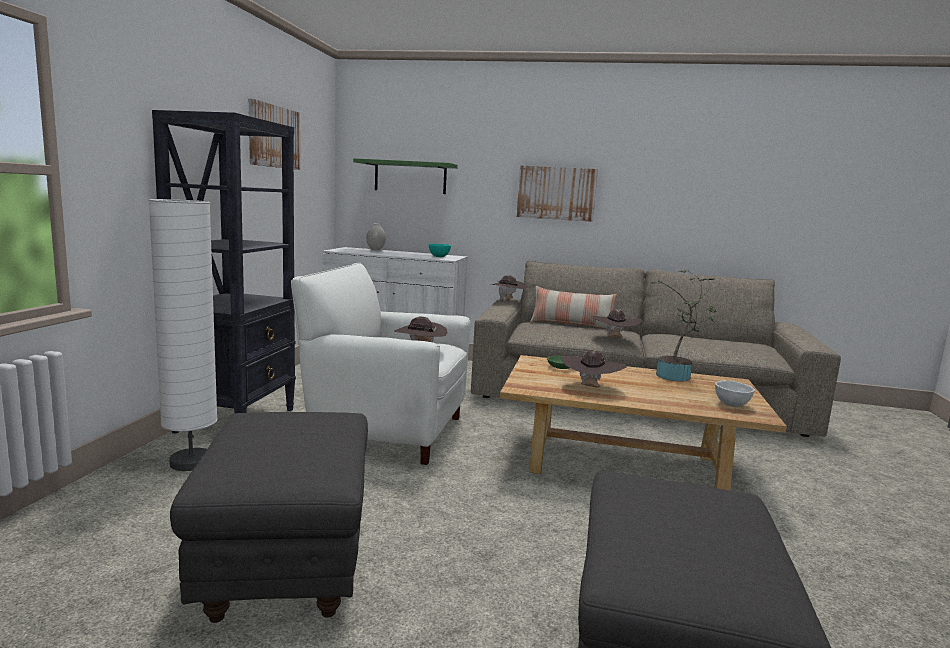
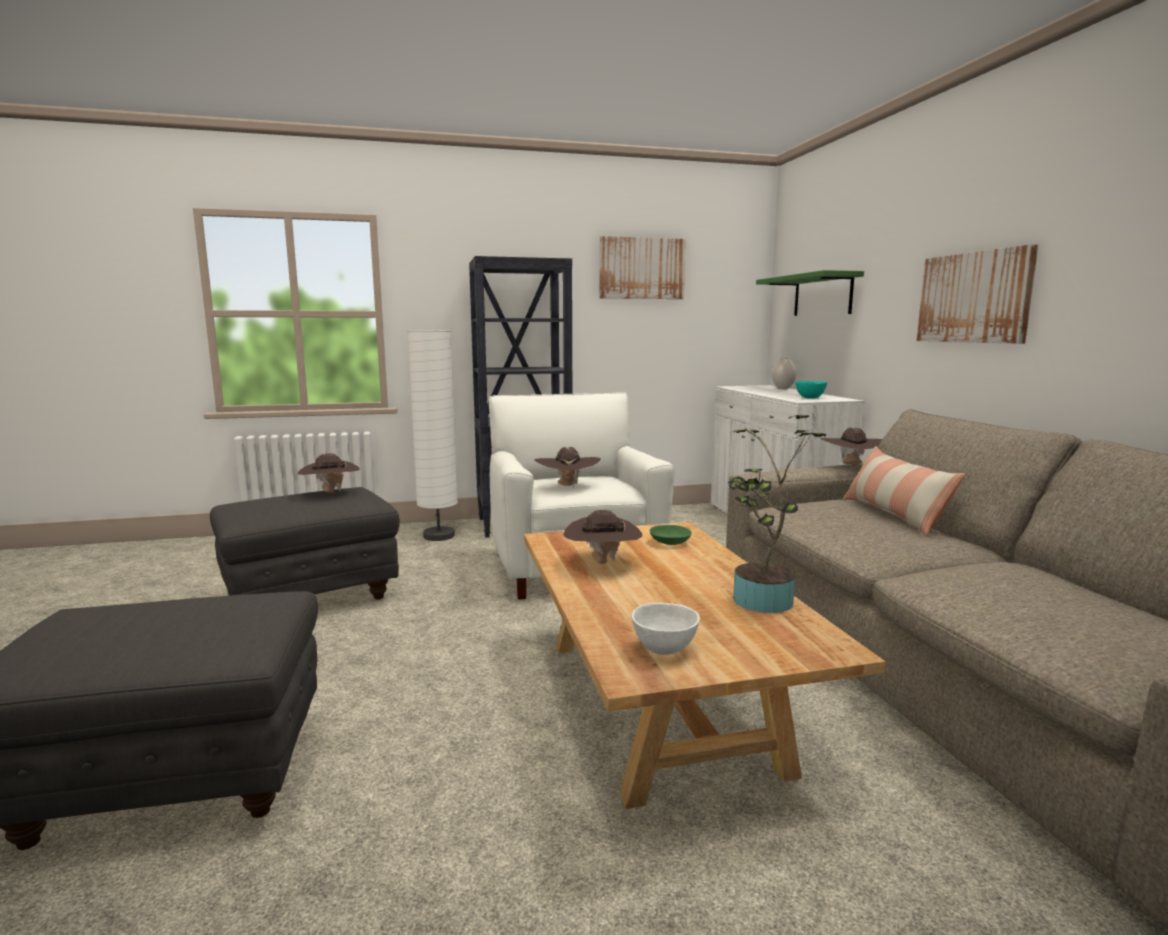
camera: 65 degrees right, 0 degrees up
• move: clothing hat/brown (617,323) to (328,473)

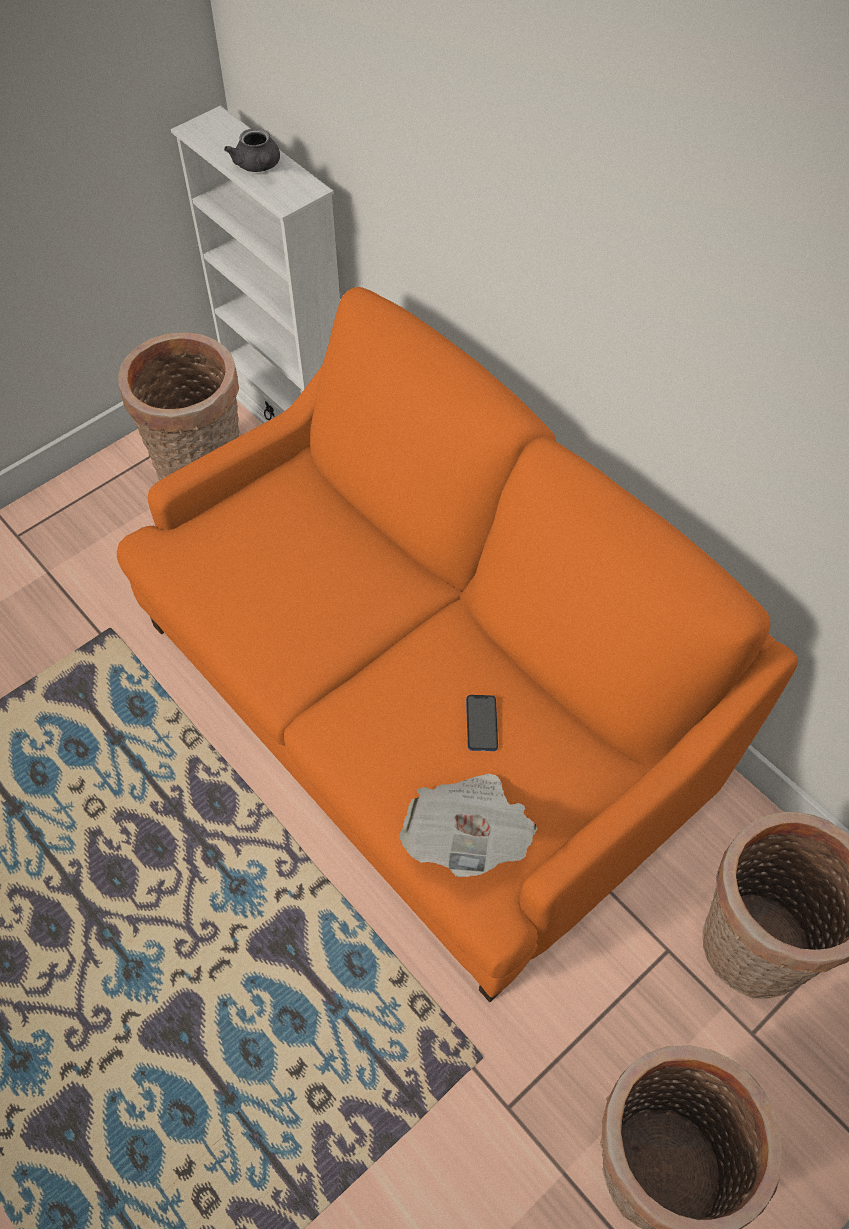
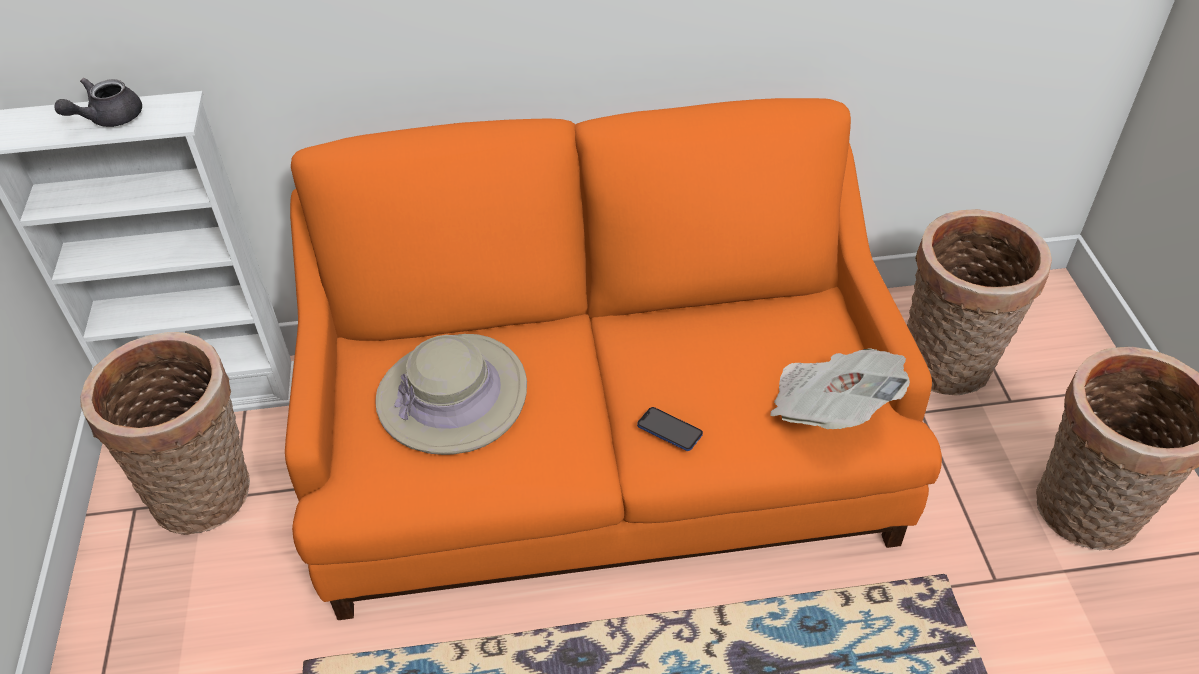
camera: 55 degrees left, 10 degrees down
• insert: clothing hat/sand-coloured (451,394)
• move: phone (482,723) to (670,429)
• rotate: pot for tea/grey (252,150) = (98,102) 120 degrees clockwise

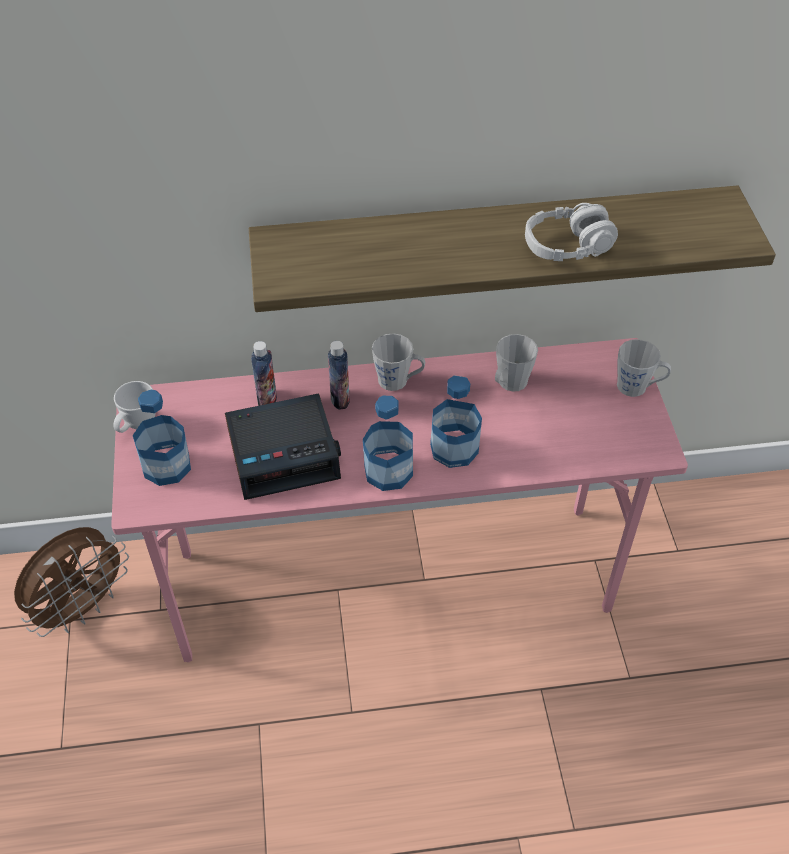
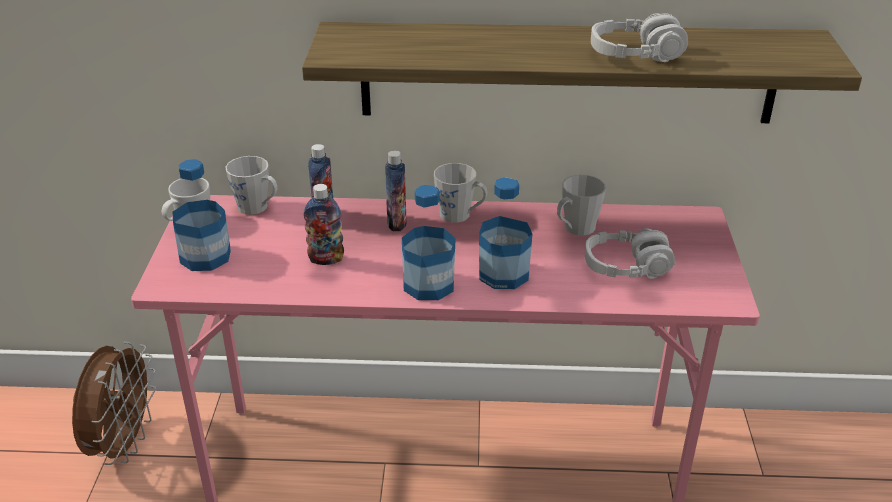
camera: 10 degrees right, 15 degrees down
• insert: headset/grey (630,253)
• move: tea mug/grey (644,368) to (251,185)
• replace: alarm clock (283,446) to bottle (323,224)
• rotate: cooling fan/brown (71,582) = (114,403) 45 degrees counterclockwise

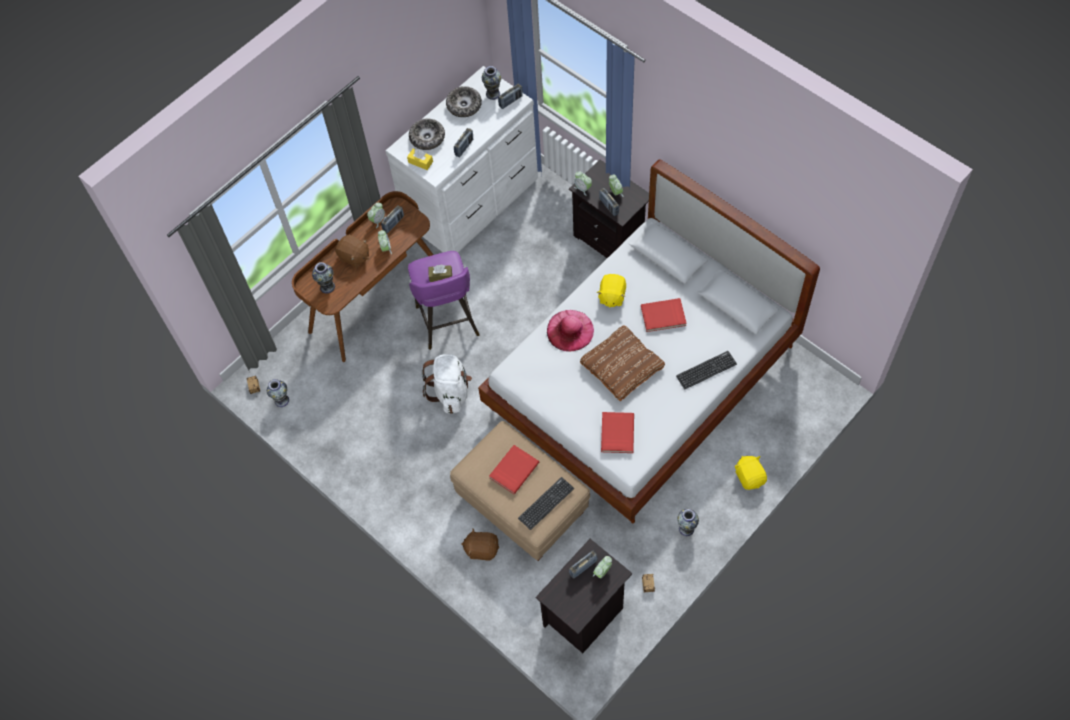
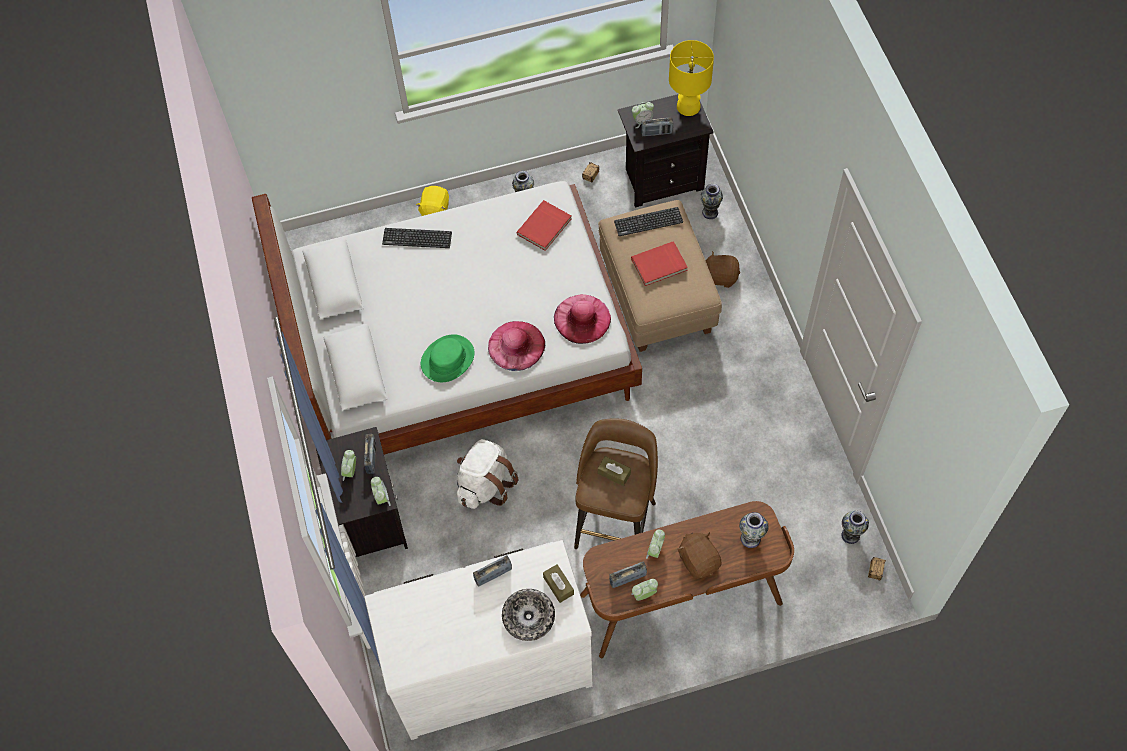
camera: 150 degrees left, 0 degrees up
• delete: bowl (464,101)
• delete: radio set (510,96)
• delete: cushion/brown (622,363)
• delete: volume/red (664,315)
• insert: clothing hat/pink-coloured (582,319)
• insert: table lamp/yellowish (691,78)
• move: rucksack/white (447,384) to (487,474)
• move: decorative vase (492,83) to (711,201)
• replace: plush toy/yellowish (611,291) to clothing hat/greenish (448,358)
• recolor: tissue holder/yellowish (420,159) to tissue holder/brown (558,583)
• recolor: stool/purplish (444,300) to stool/brown (616,483)
• rotate: plush toy/brown (480,544) = (723,269) 150 degrees clockwise

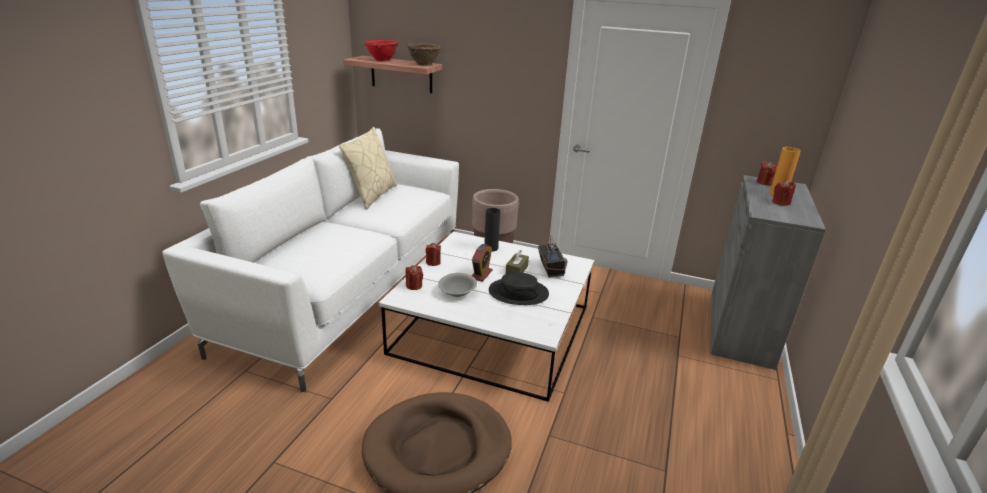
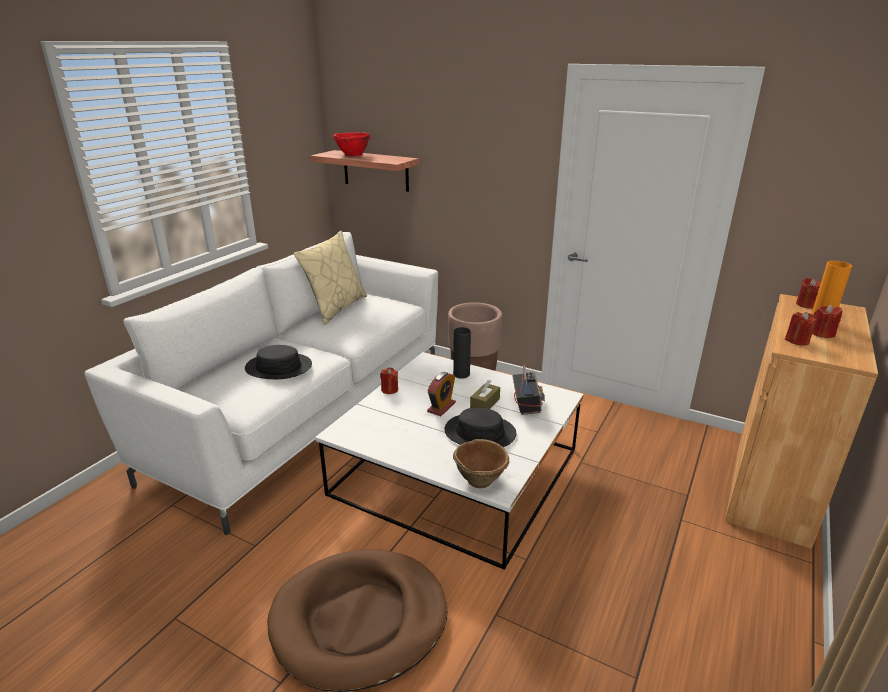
camera: 10 degrees right, 0 degrees up
• delete: bowl/grey (457,285)
• insert: clothing hat/blackish (278,362)
• move: wax light/red (414,277) to (801,329)
• move: bowl/brown (424,54) to (481,463)
• recolor: cupboard/grey (768,272) to cupboard/brown (801,421)

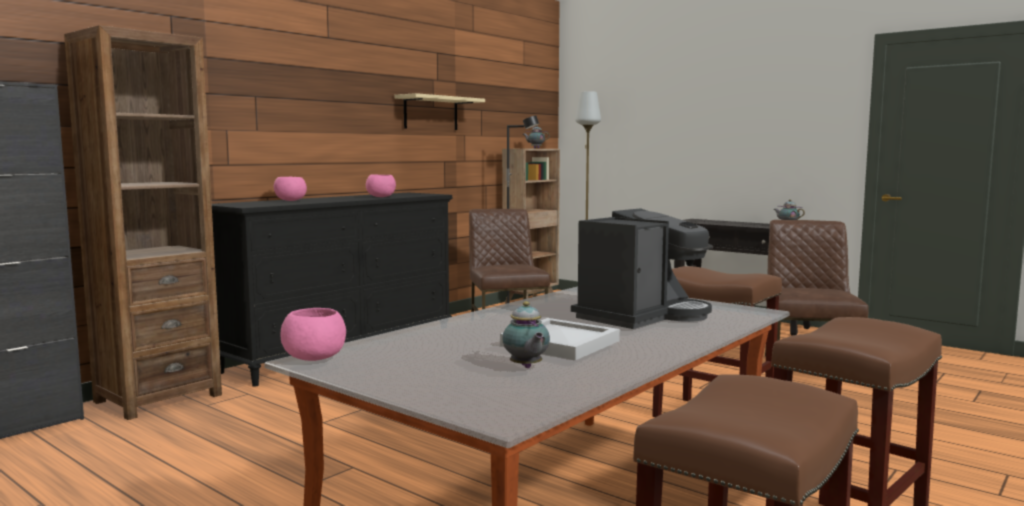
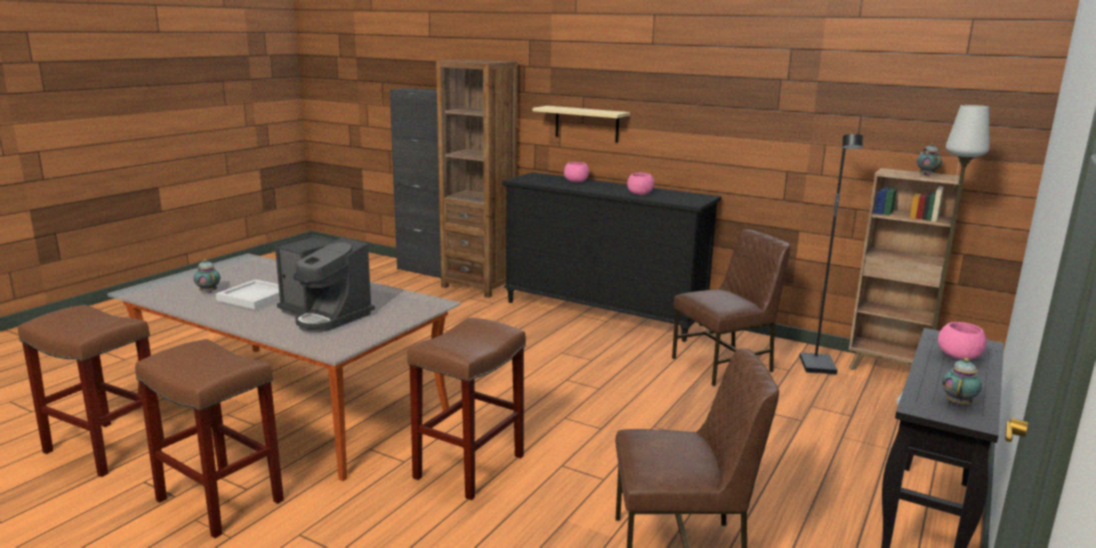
camera: 80 degrees right, 10 degrees up
• move: bowl/pink-coloured (313,334) to (962,341)
• move: bracket shelf/sand-coloured (439,111) to (581,124)
• rotate: pot for tea (526,334) = (207,276) 75 degrees clockwise

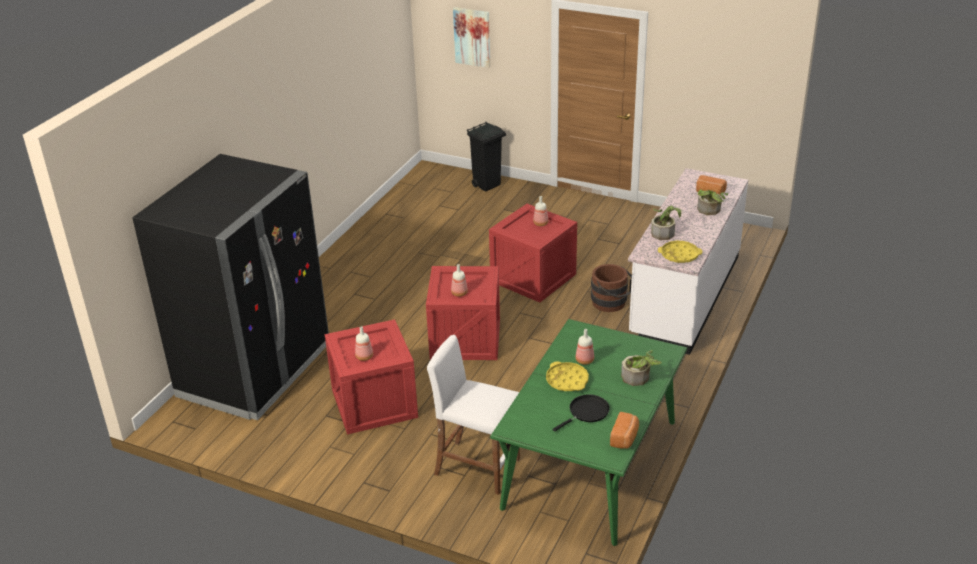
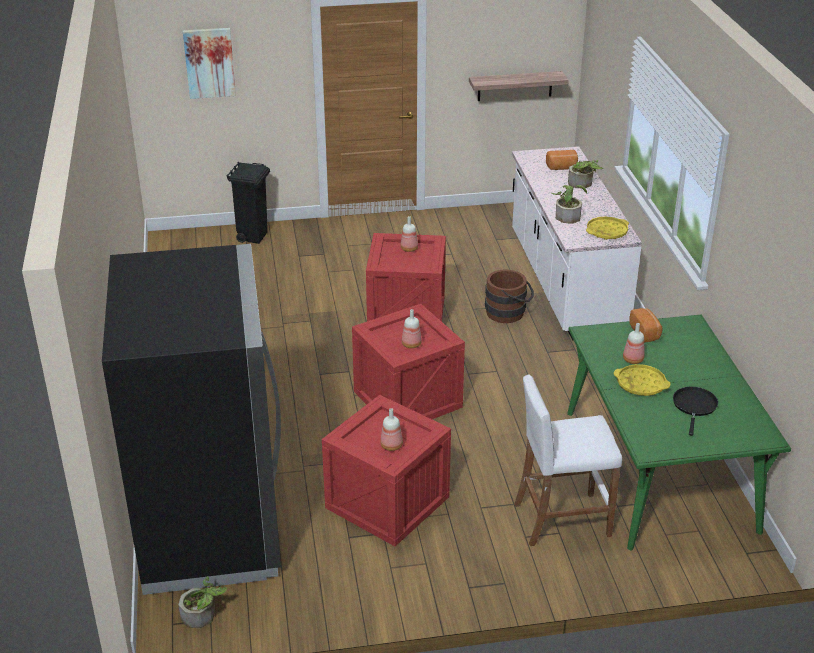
camera: 35 degrees left, 0 degrees up
• insert: bracket shelf (519,86)
• move: bread (624,430) to (646,325)
• move: plant in a pot (641,368) to (202,602)

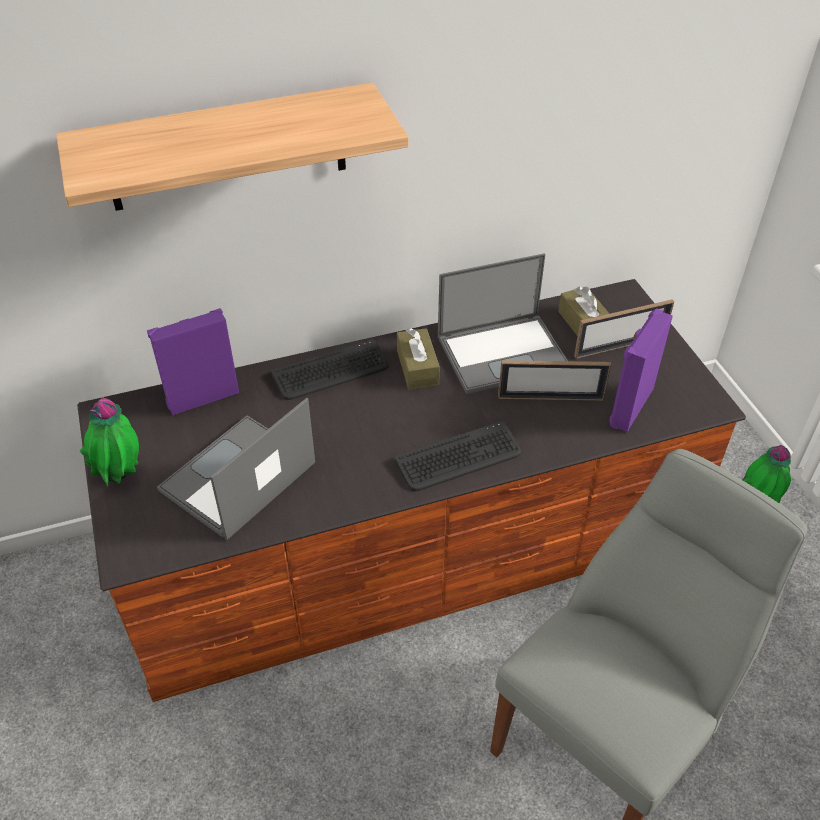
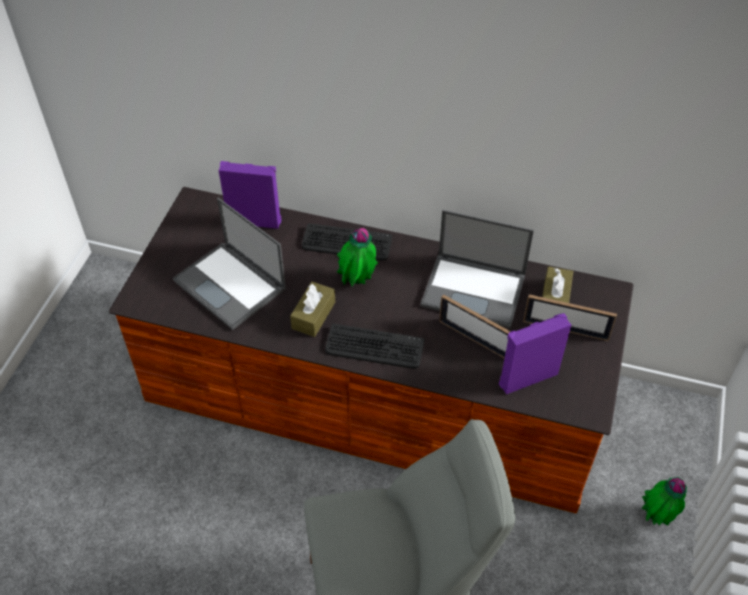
camera: 35 degrees right, 5 degrees up
• delete: bracket shelf (232,147)
• move: plant in a pot (109,442) to (357,257)
• move: tissue holder/brown (418,359) to (312,309)
• rotate: notebook computer (236,469) = (229,264) 120 degrees counterclockwise

